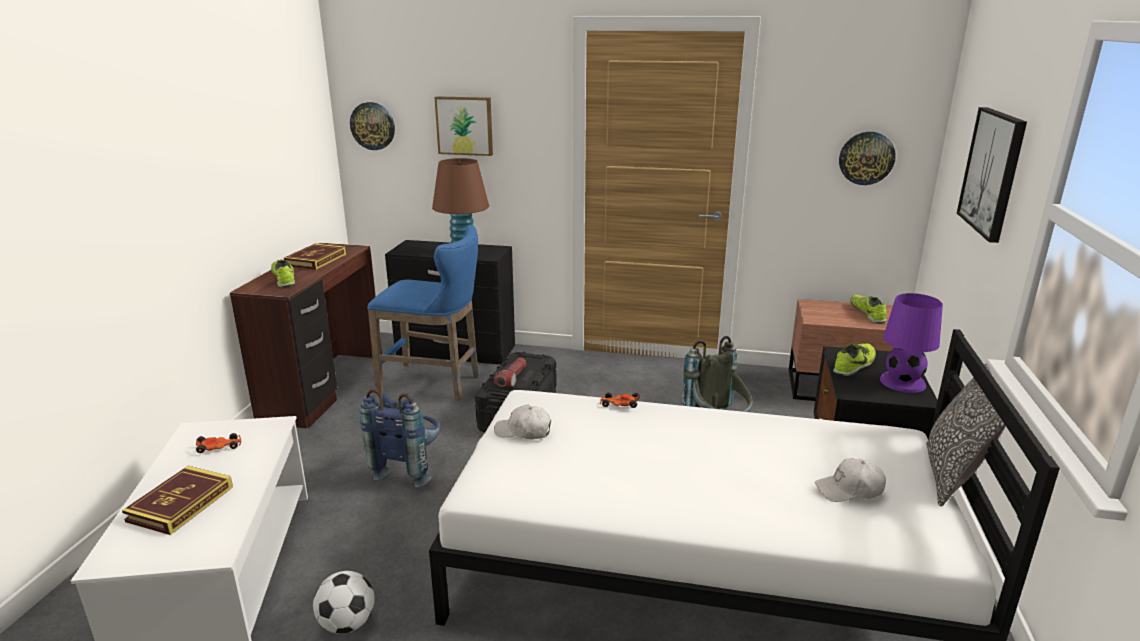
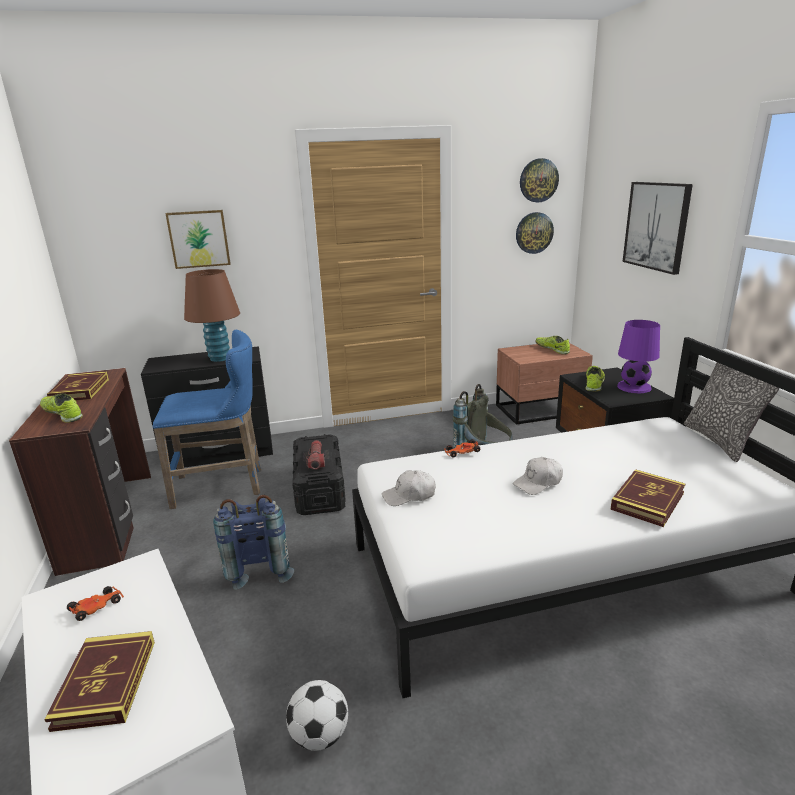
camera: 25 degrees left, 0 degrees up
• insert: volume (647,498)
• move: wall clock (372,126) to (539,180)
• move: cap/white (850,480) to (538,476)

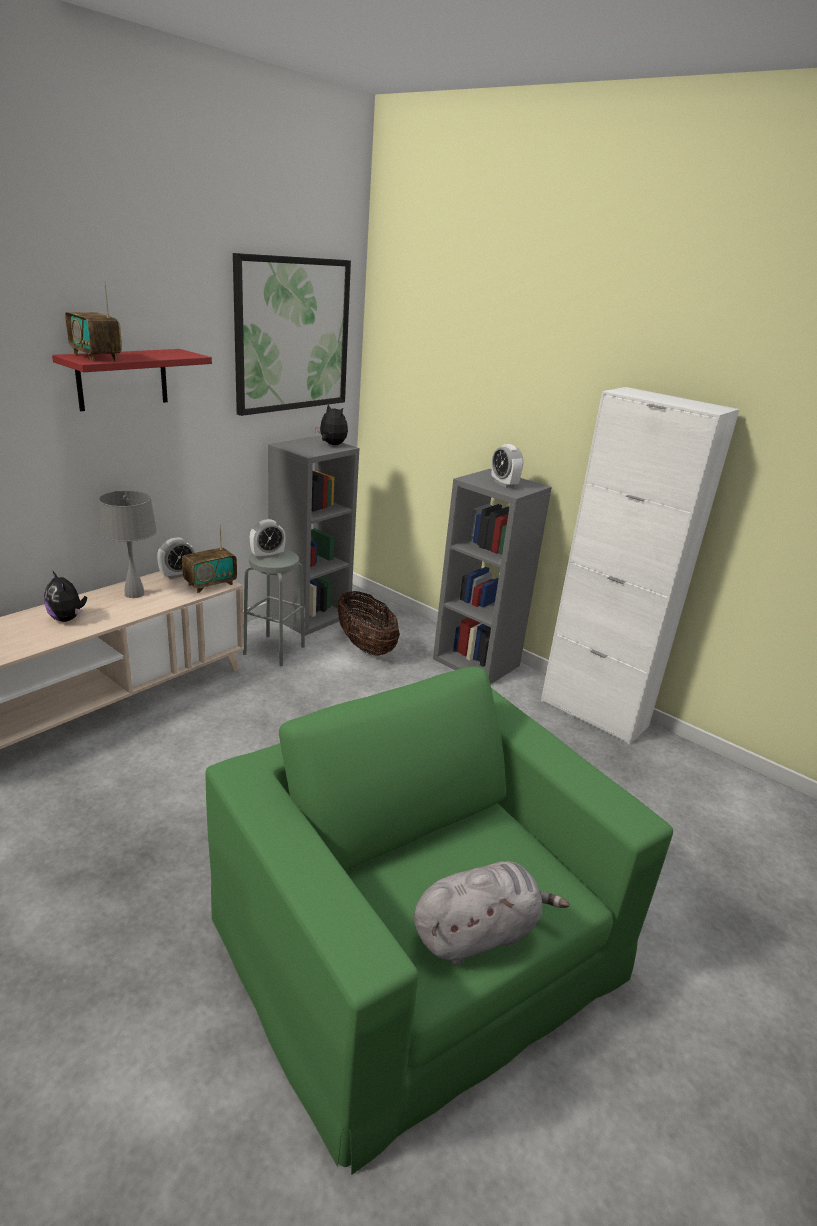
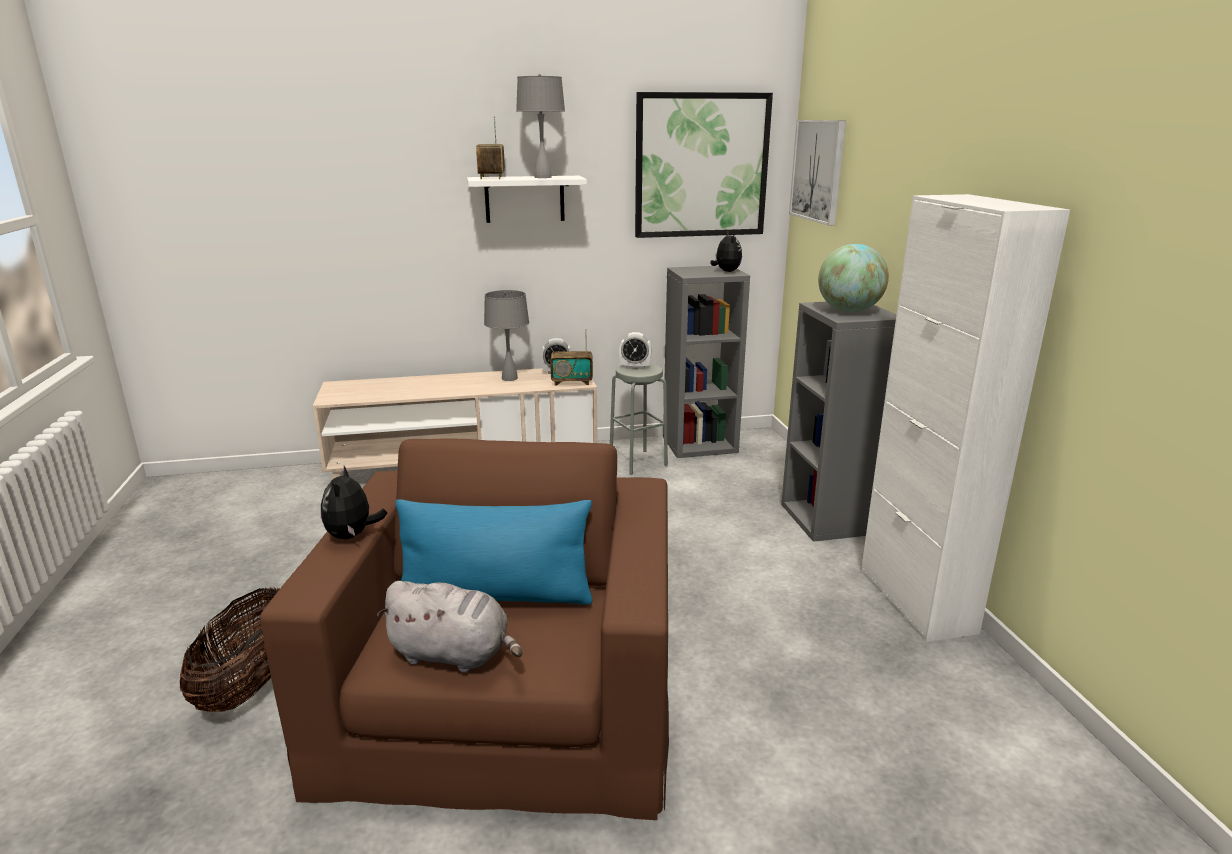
camera: 40 degrees right, 5 degrees down
• insert: cushion/bluish (494,552)
• insert: table lamp/grey (540,126)
• insert: picture (817,172)
• move: plush toy (65,596) to (354,502)
• move: household basket (369,623) to (229,649)
• replace: alarm clock (507,466) to desk globe (853,278)
• recolor: bracket shelf/red (132,380) to bracket shelf/white (527,199)
• recolor: easy chair/greenish (439,920) to easy chair/brown (464,629)

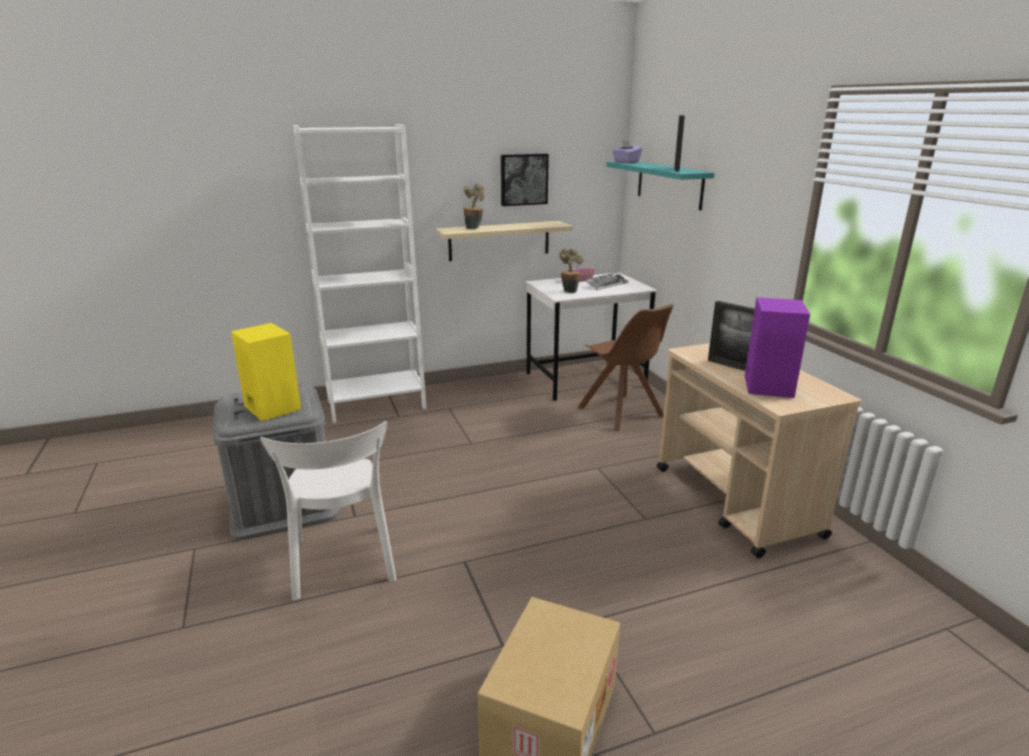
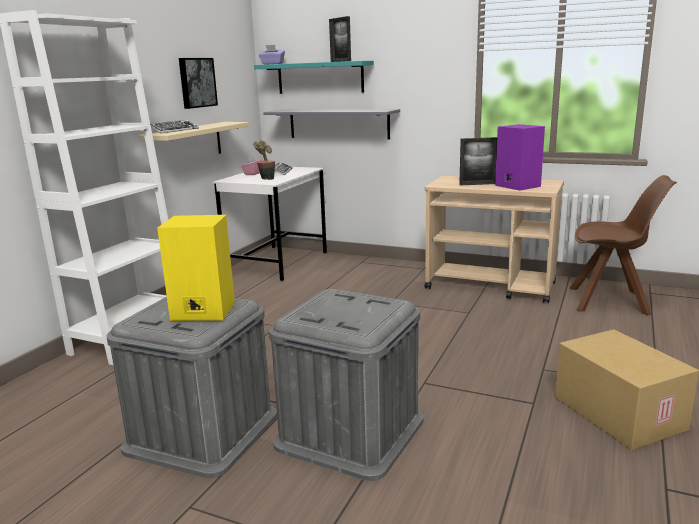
camera: 45 degrees left, 5 degrees down
• insert: bracket shelf/grey (331,124)
• move: upright chair/brown (625,367) to (623,245)
• replace: upright chair/white (328,510) to storage bin/grey (346,385)
• replace: plant in a pot (474,206) to PC keyboard (174,127)

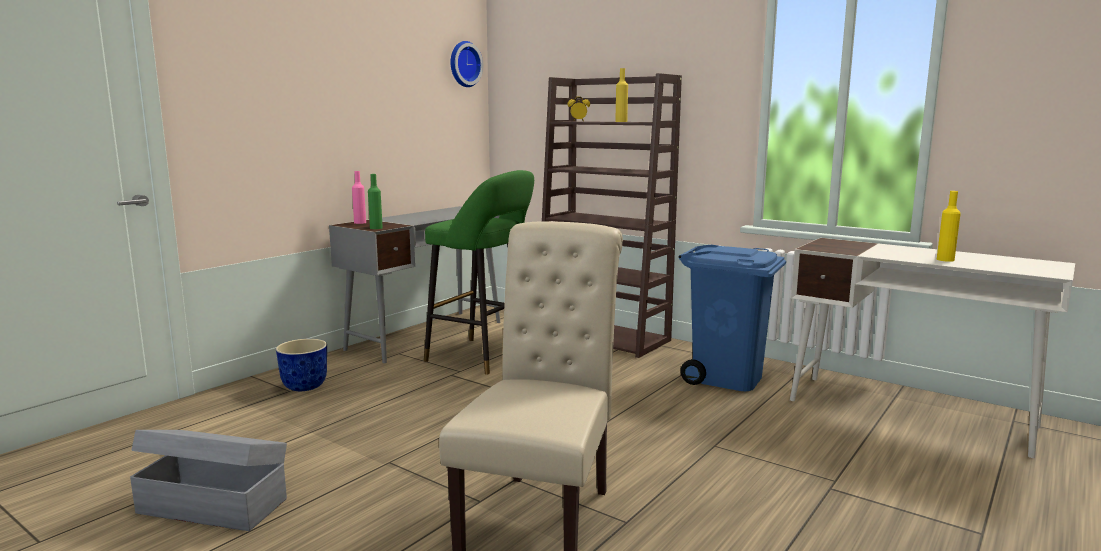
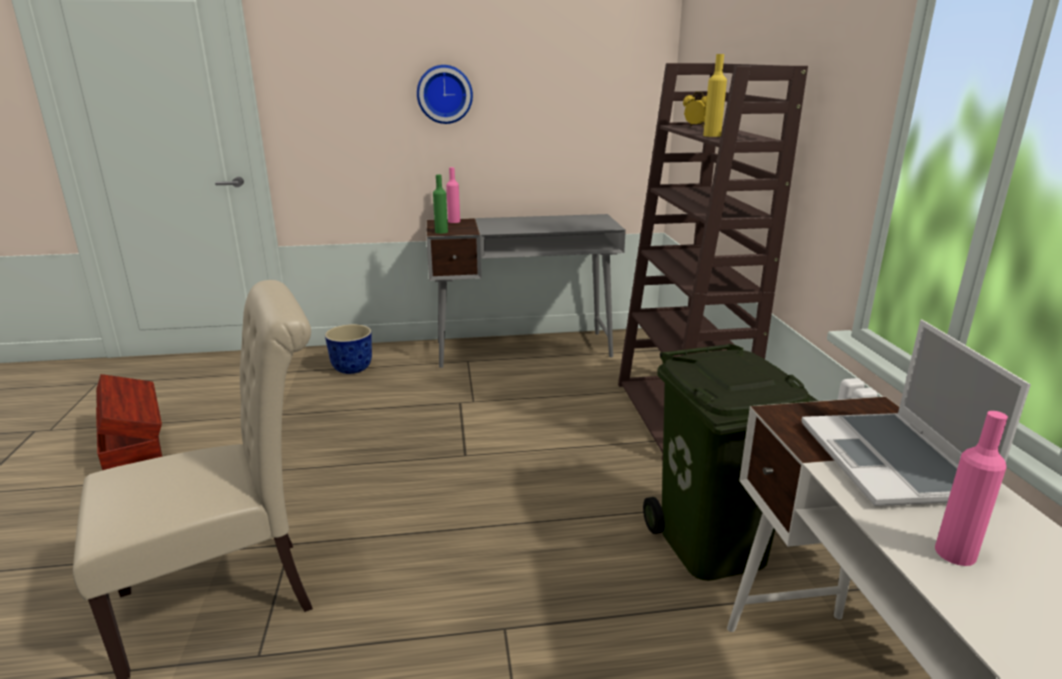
camera: 45 degrees right, 10 degrees up
• delete: stool/greenish (479,272)
• insert: notebook computer (916,412)
• move: wall clock (467,64) to (445,94)
• recolor: storage bin/grey (208,480) to storage bin/brown (129,422)
• recolor: rubbish bin/bluish (732,318) to rubbish bin/greenish (730,462)
• recolor: bottle/yellowish (949,226) to bottle/pink-coloured (971,488)

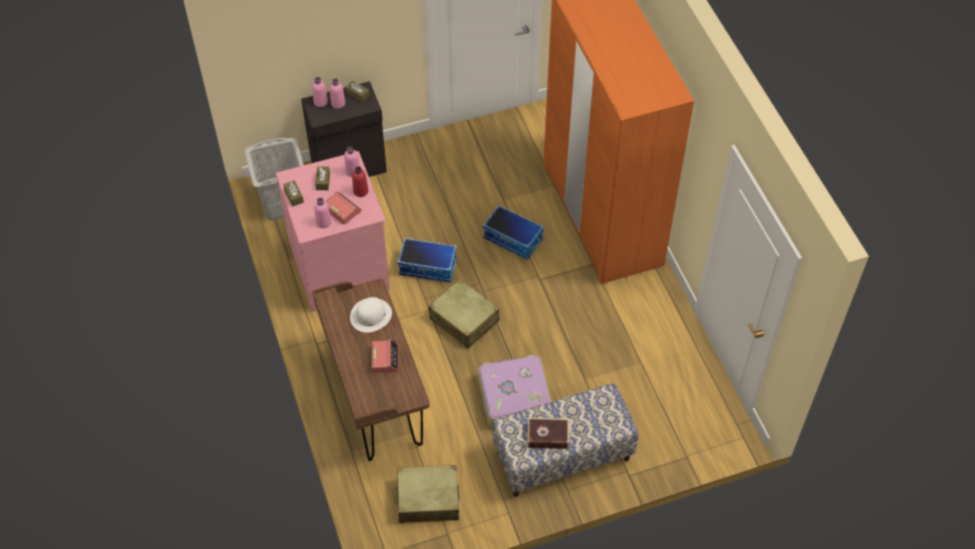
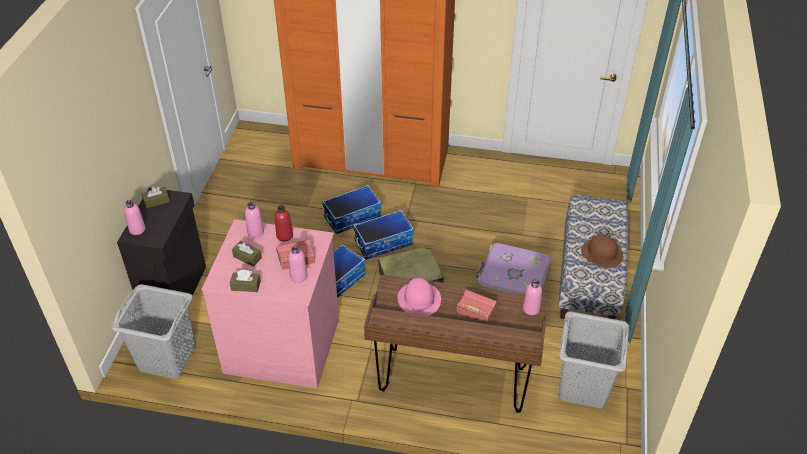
camera: 60 degrees left, 10 degrees down
• insert: storage bin (383,235)
• move: bottle/pink-coloured (337,93) to (532,297)
• replace: travel case/sand-coloured (426,494) to laundry basket/grey (593,359)
• replace: volume (548,433) to clothing hat/brown (602,251)
• recolor: clothing hat/white (371,315) to clothing hat/pink-coloured (419,297)

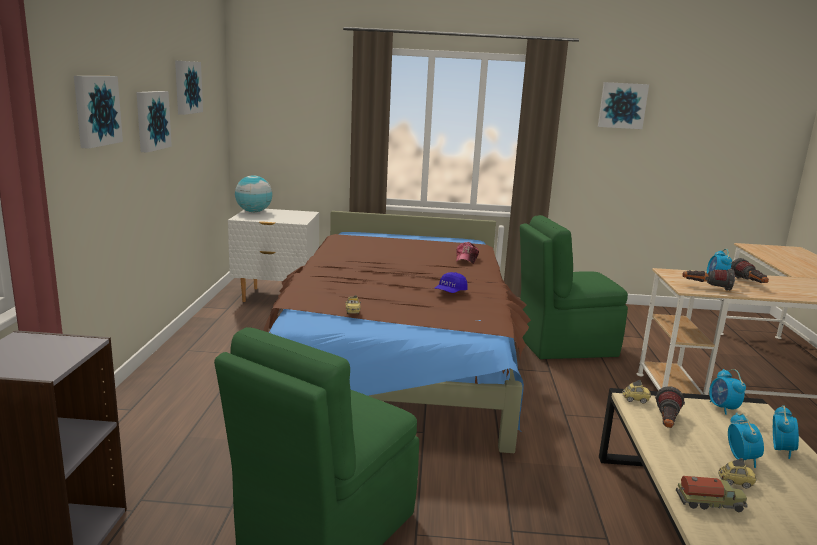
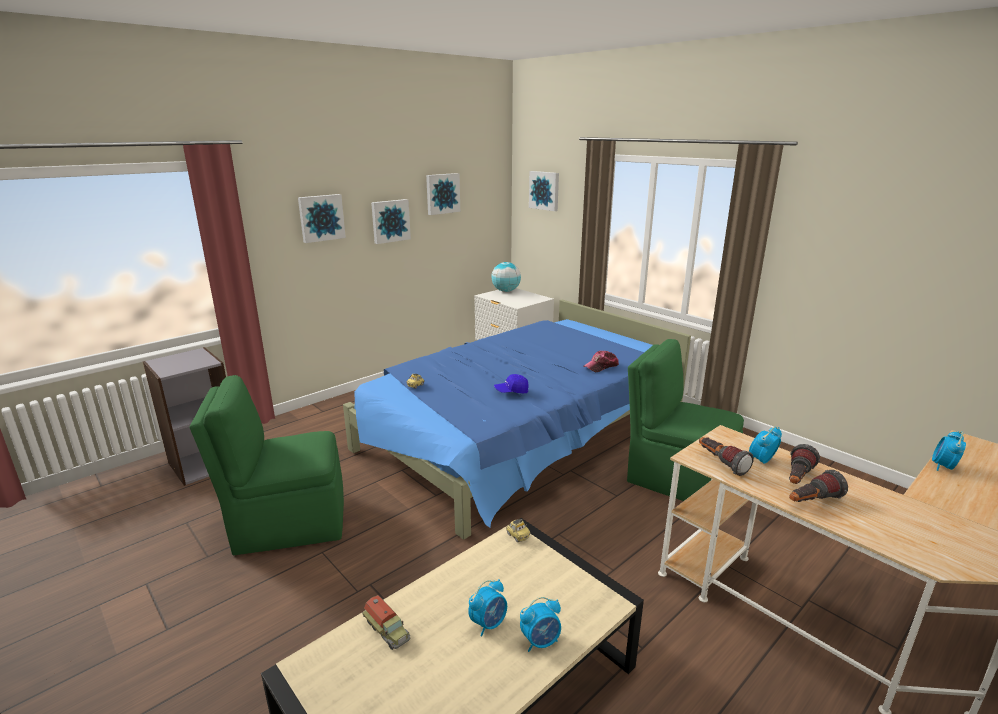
camera: 45 degrees right, 5 degrees up
• delete: model car (737,473)
• move: picture (623,105) to (544,191)
• move: torch (670,407) to (818,486)
• move: alarm clock (727,392) to (949,451)
• recolor: sleeping bed/brown (397,332) to sleeping bed/bluish (517,419)

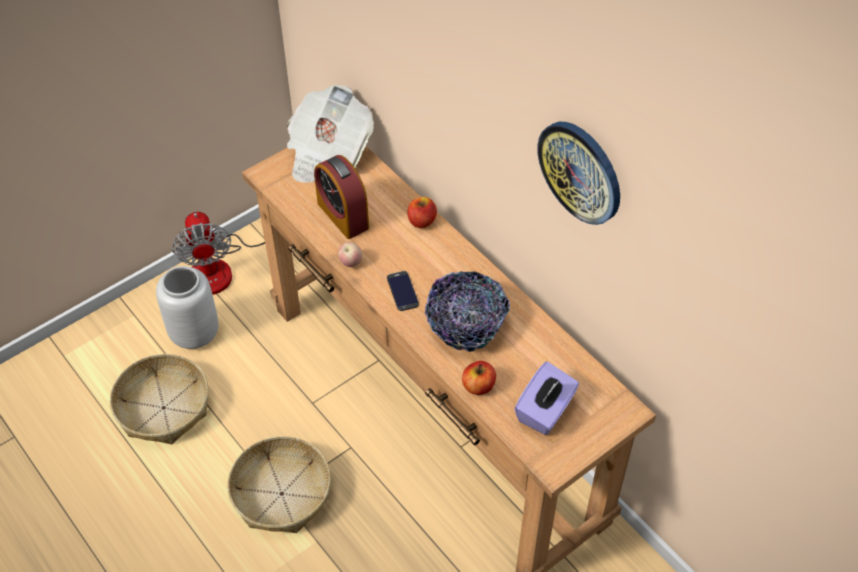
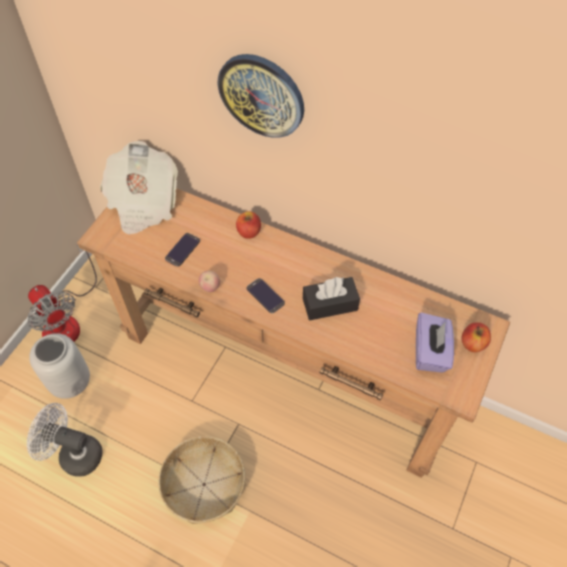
camera: 25 degrees left, 5 degrees up
• move: apple fruit (479,378) to (476,337)
• move: wall clock (578,173) to (261,96)
• replace: household basket (159,399) to cooling fan/white (64,440)
• replace: alarm clock (341,197) to phone (182,250)
• replace: bowl (467,311) to tissue holder/blackish (331,298)

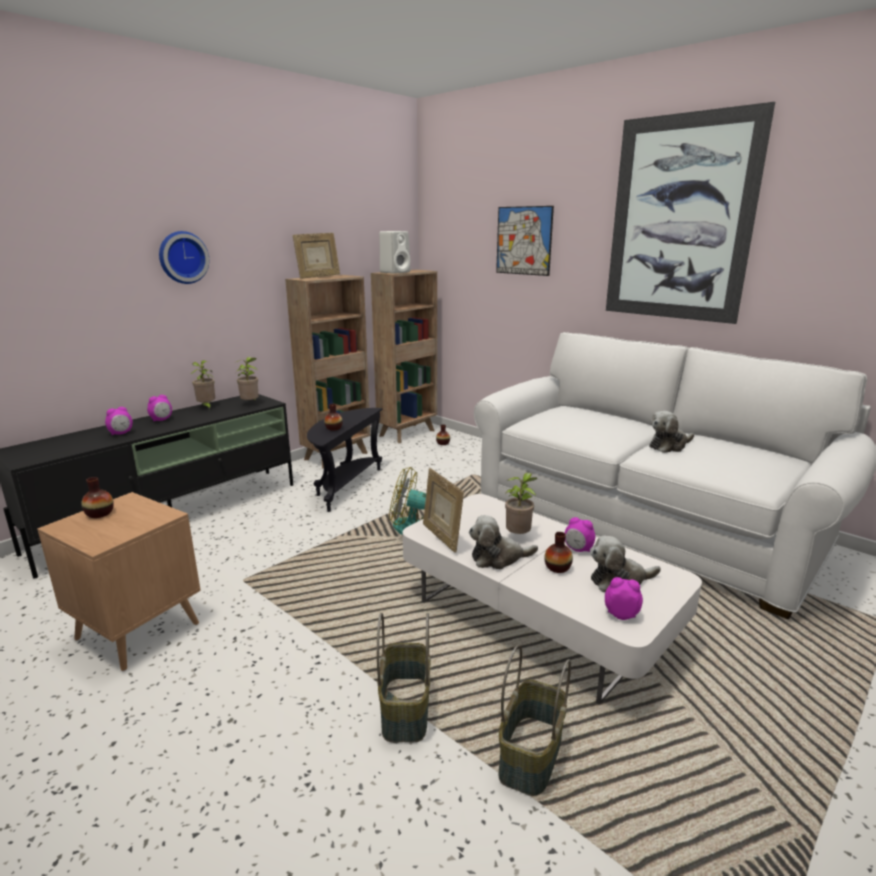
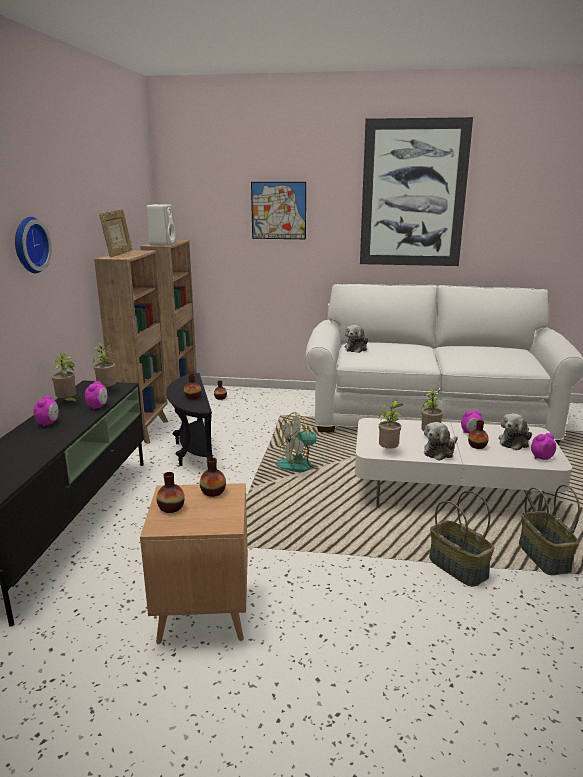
camera: 35 degrees left, 0 degrees up
• insert: decorative vase (213,477)
• move: alarm clock (119,421) to (96,395)
• move: plush toy (671,432) to (356,339)
• replace: photo frame (443,510) to plant in a pot (390,424)

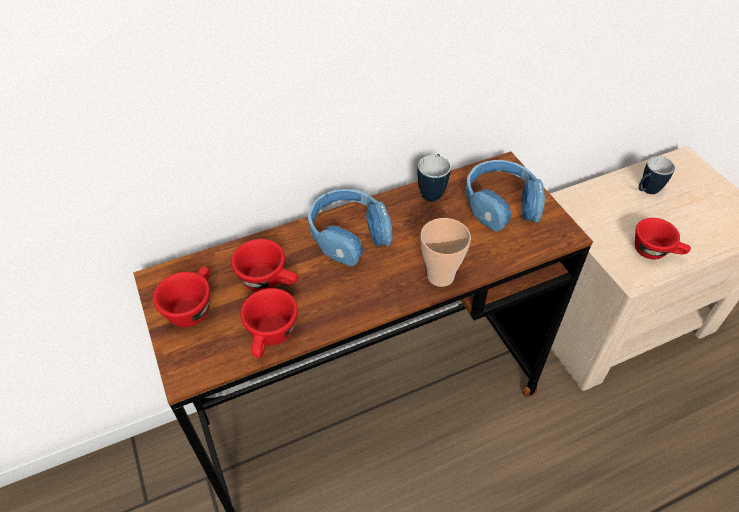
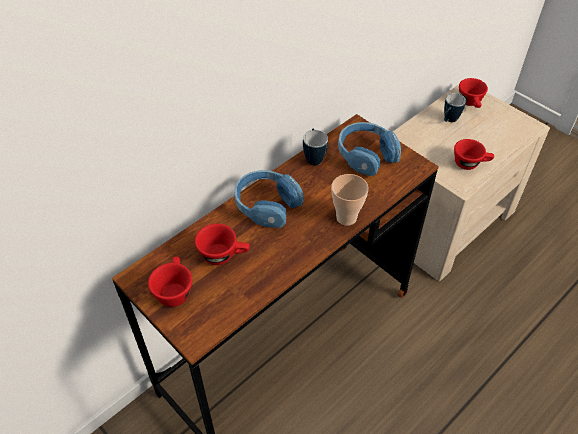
camera: 20 degrees left, 0 degrees up
• move: cup/red (269,323) to (473,93)

